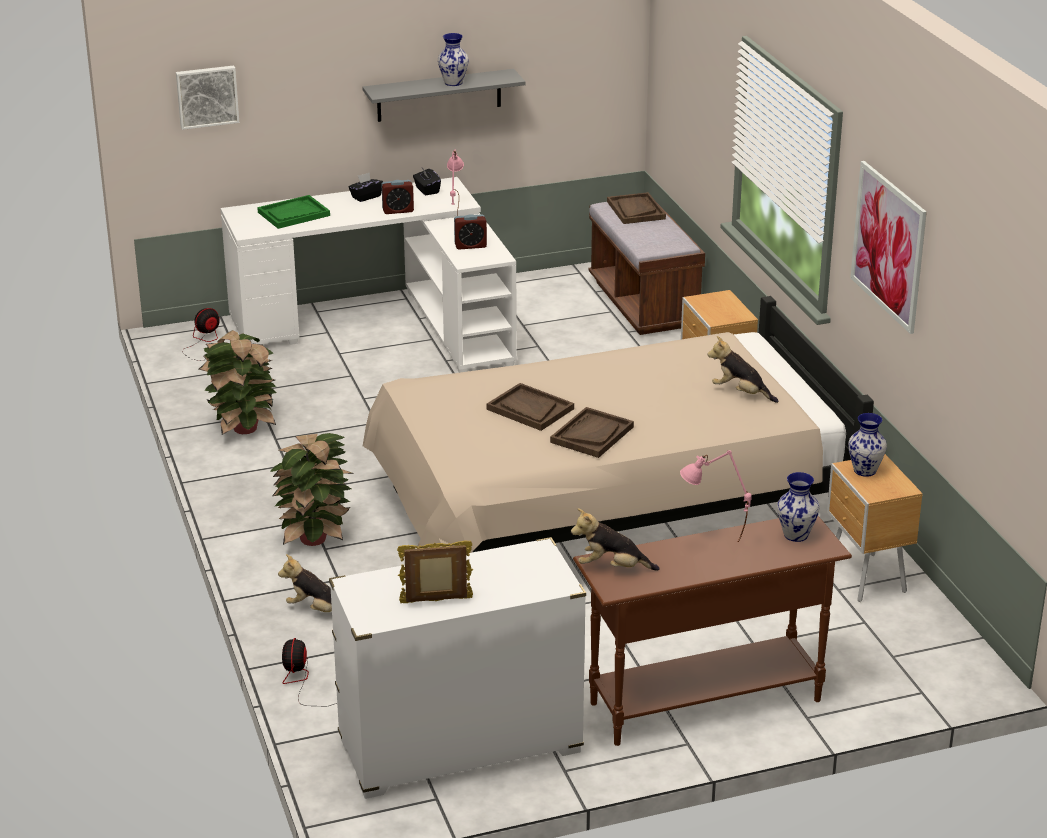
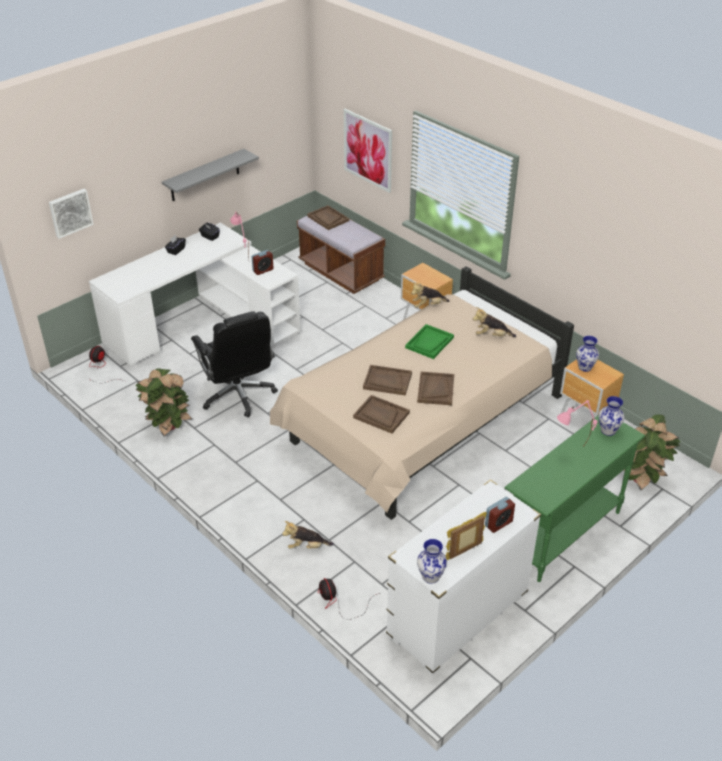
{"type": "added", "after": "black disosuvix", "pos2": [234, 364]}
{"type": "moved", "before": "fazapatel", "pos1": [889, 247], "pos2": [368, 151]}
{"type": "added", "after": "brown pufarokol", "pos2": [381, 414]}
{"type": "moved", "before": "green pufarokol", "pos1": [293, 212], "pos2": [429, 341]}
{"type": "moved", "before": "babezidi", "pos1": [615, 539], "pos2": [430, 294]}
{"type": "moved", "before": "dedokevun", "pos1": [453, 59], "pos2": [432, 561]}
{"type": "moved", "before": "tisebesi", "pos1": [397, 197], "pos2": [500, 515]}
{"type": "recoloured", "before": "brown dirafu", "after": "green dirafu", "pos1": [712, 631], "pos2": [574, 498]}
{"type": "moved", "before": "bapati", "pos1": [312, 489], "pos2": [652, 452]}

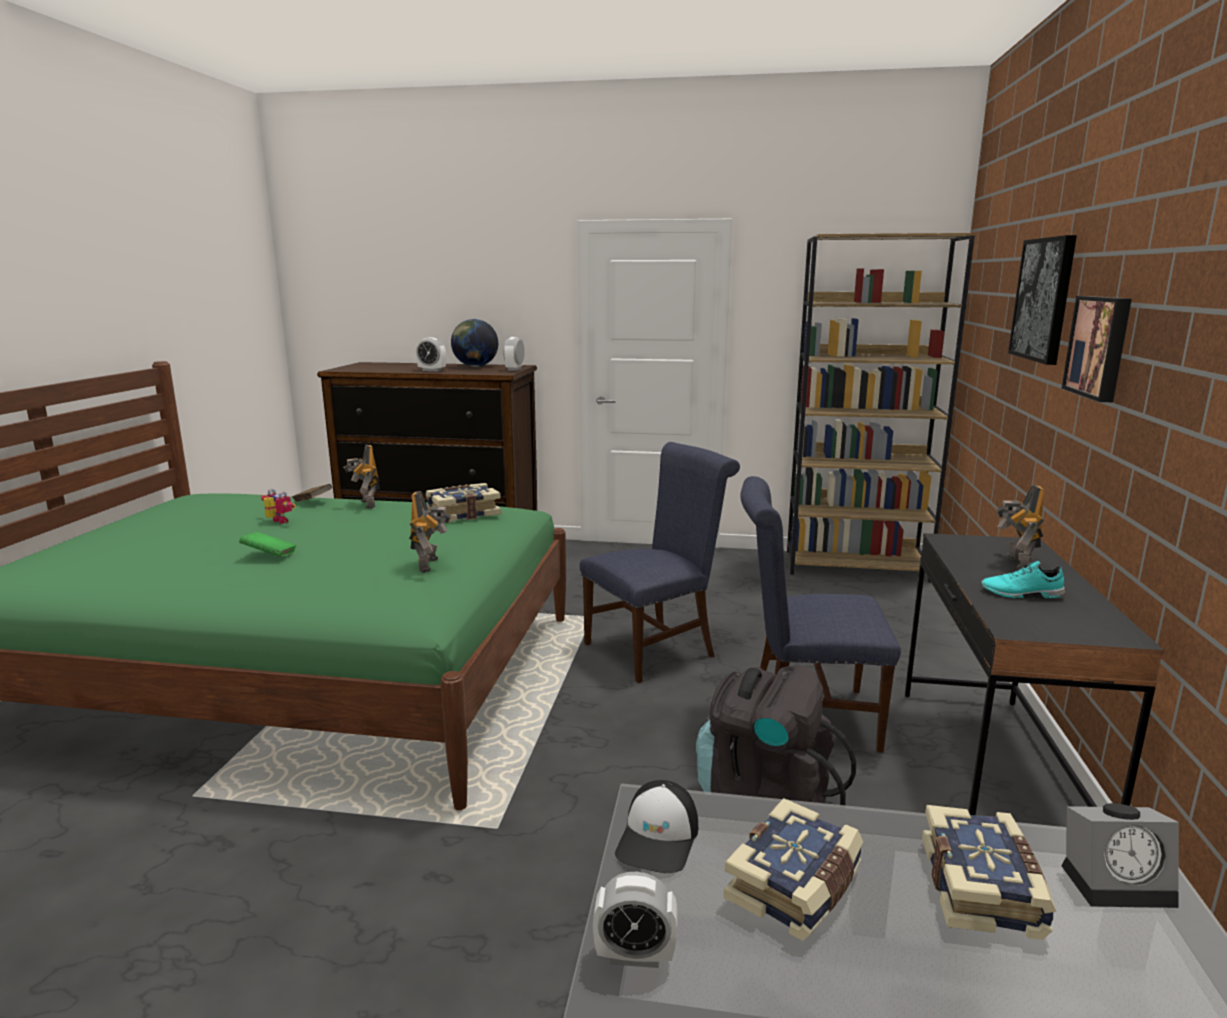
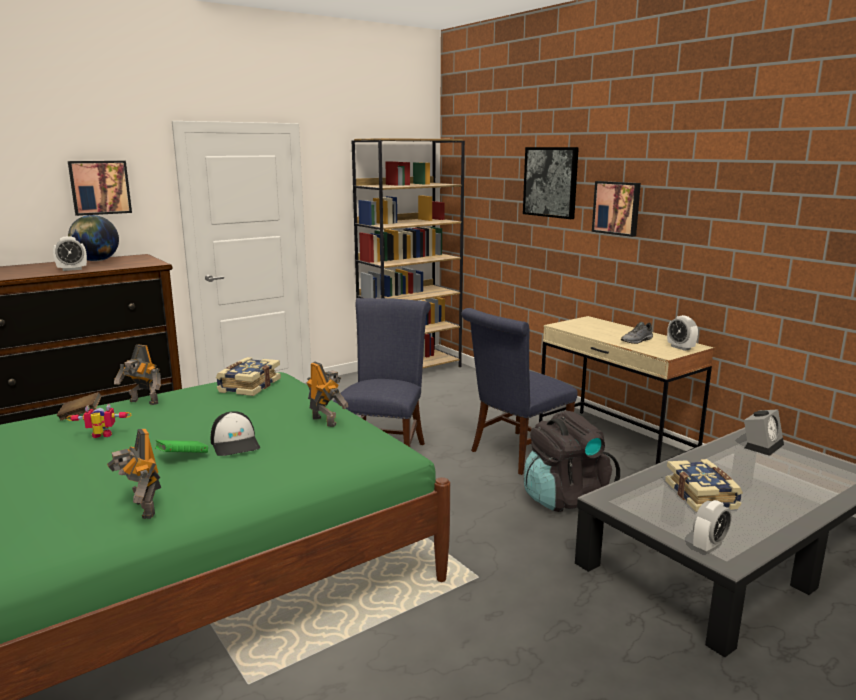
{"type": "added", "after": "fazapatel", "pos2": [100, 188]}
{"type": "moved", "before": "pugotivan", "pos1": [1020, 527], "pos2": [134, 474]}
{"type": "moved", "before": "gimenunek", "pos1": [656, 826], "pos2": [235, 433]}
{"type": "recoloured", "before": "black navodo", "after": "beige navodo", "pos1": [1034, 674], "pos2": [626, 390]}
{"type": "recoloured", "before": "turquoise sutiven", "after": "grey sutiven", "pos1": [1023, 580], "pos2": [637, 333]}
{"type": "moved", "before": "tisebesi", "pos1": [514, 354], "pos2": [682, 333]}
{"type": "removed", "before": "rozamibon", "pos1": [989, 872]}

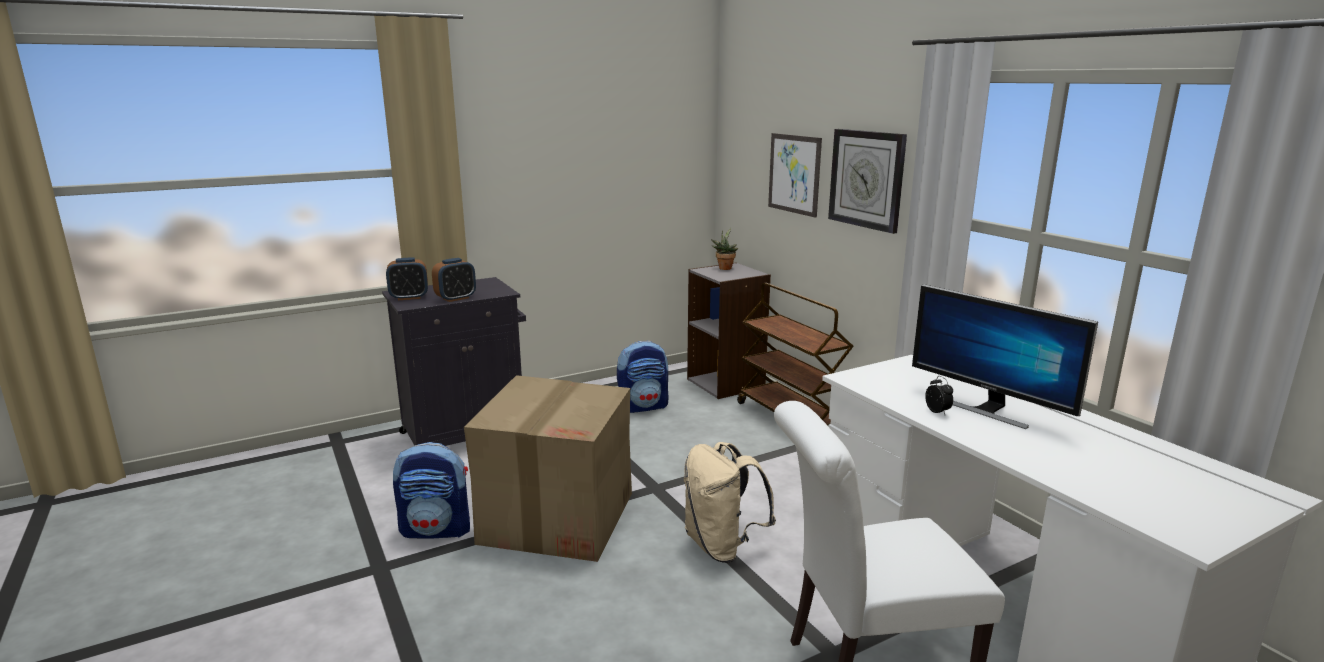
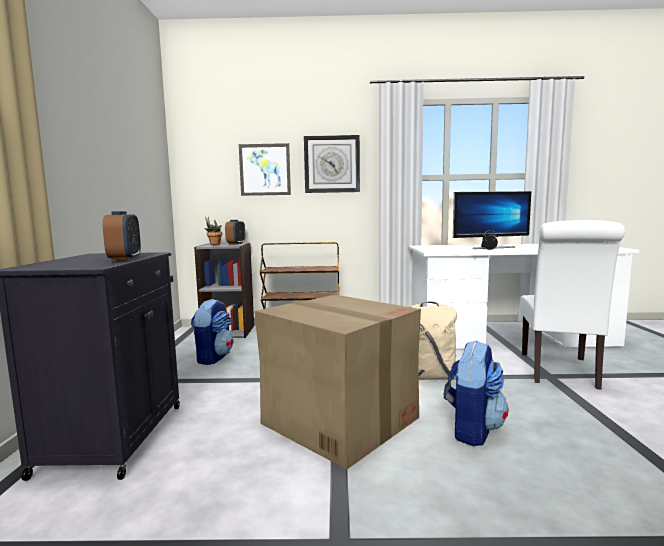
{"type": "moved", "before": "tisebesi", "pos1": [407, 279], "pos2": [235, 232]}
{"type": "moved", "before": "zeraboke", "pos1": [431, 490], "pos2": [476, 393]}

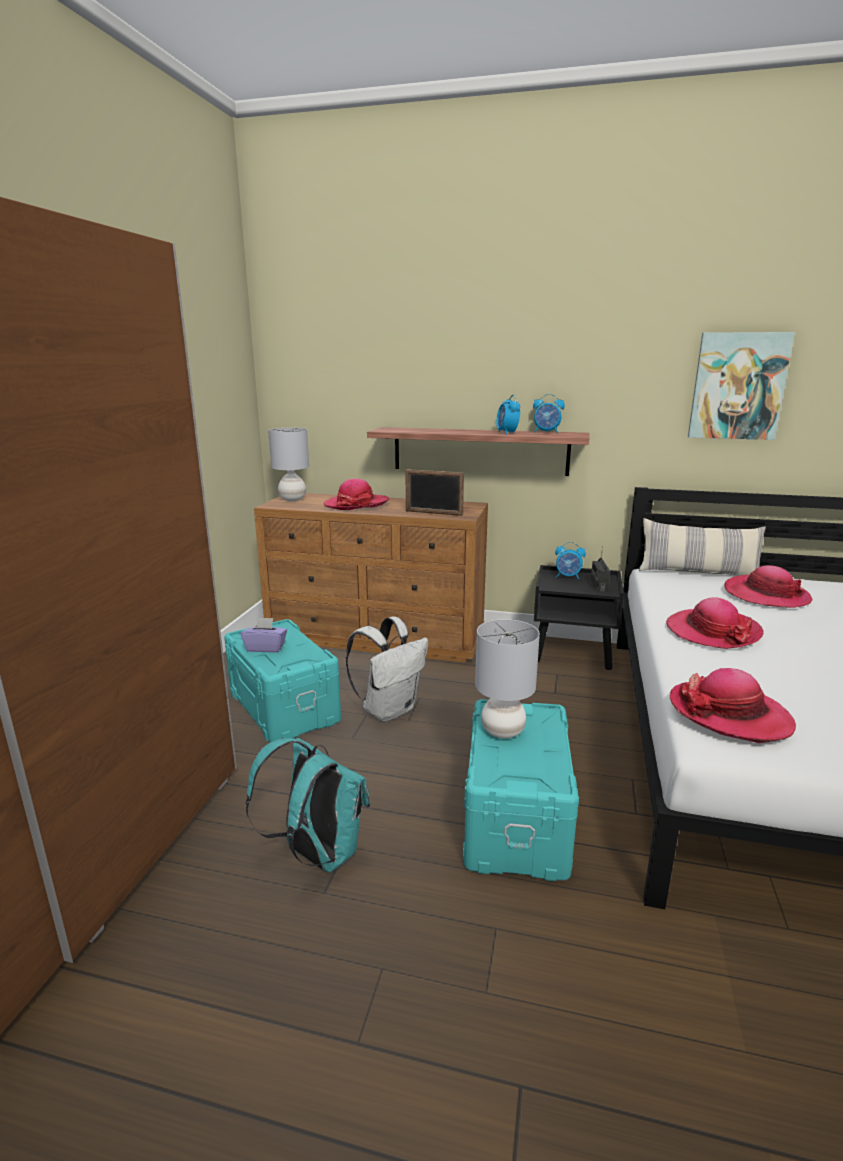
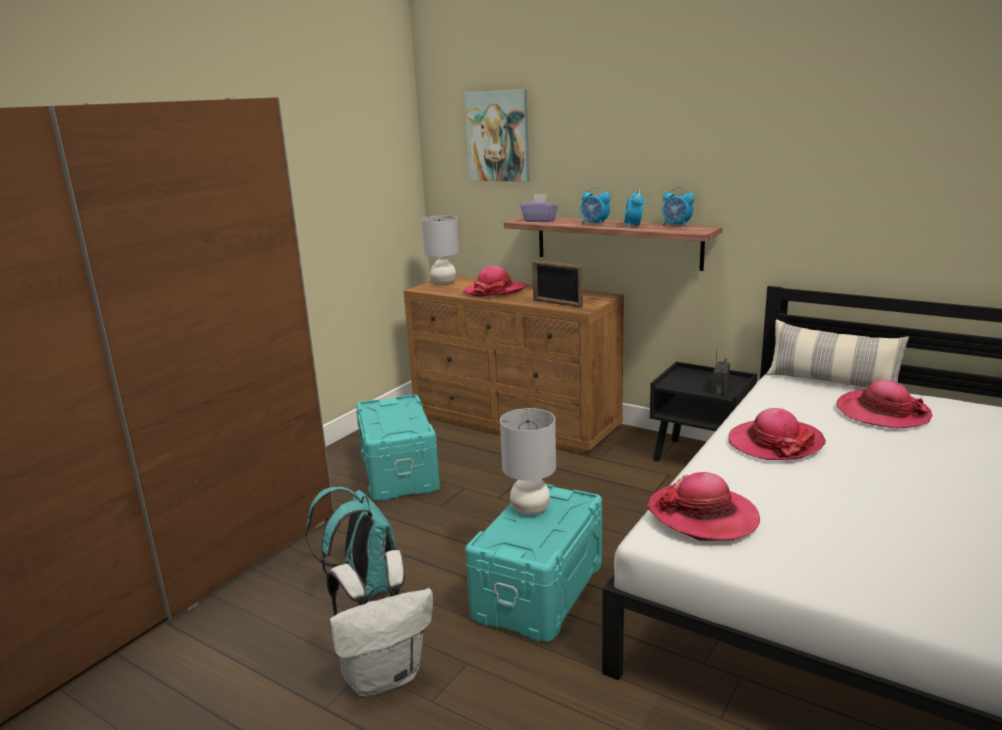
{"type": "moved", "before": "white zeraboke", "pos1": [387, 669], "pos2": [380, 623]}
{"type": "moved", "before": "fazapatel", "pos1": [741, 386], "pos2": [496, 135]}
{"type": "moved", "before": "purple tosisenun", "pos1": [264, 635], "pos2": [539, 208]}
{"type": "moved", "before": "tisebesi", "pos1": [570, 560], "pos2": [596, 205]}

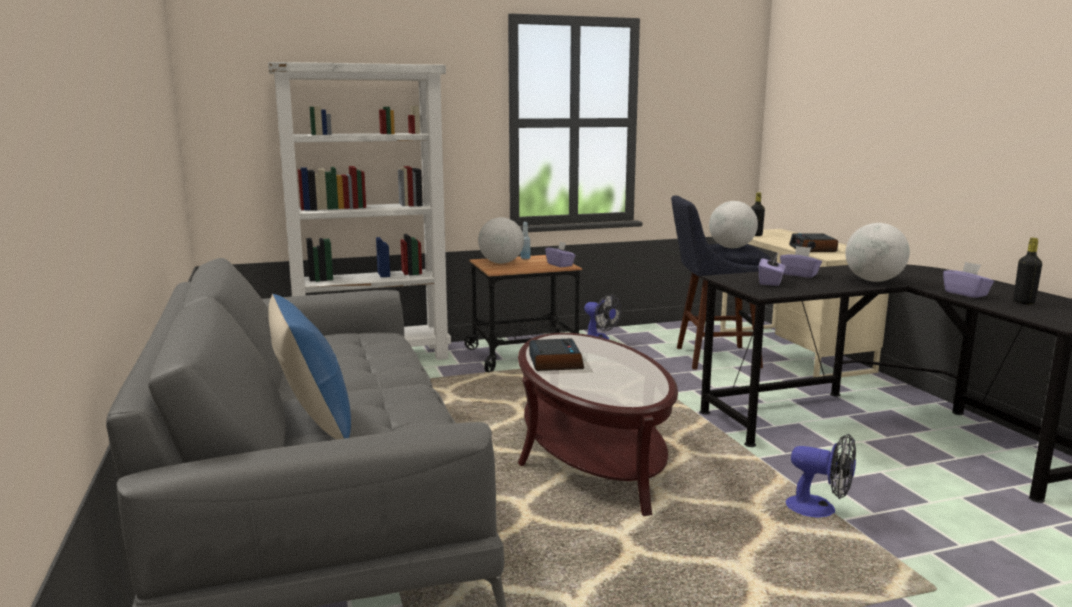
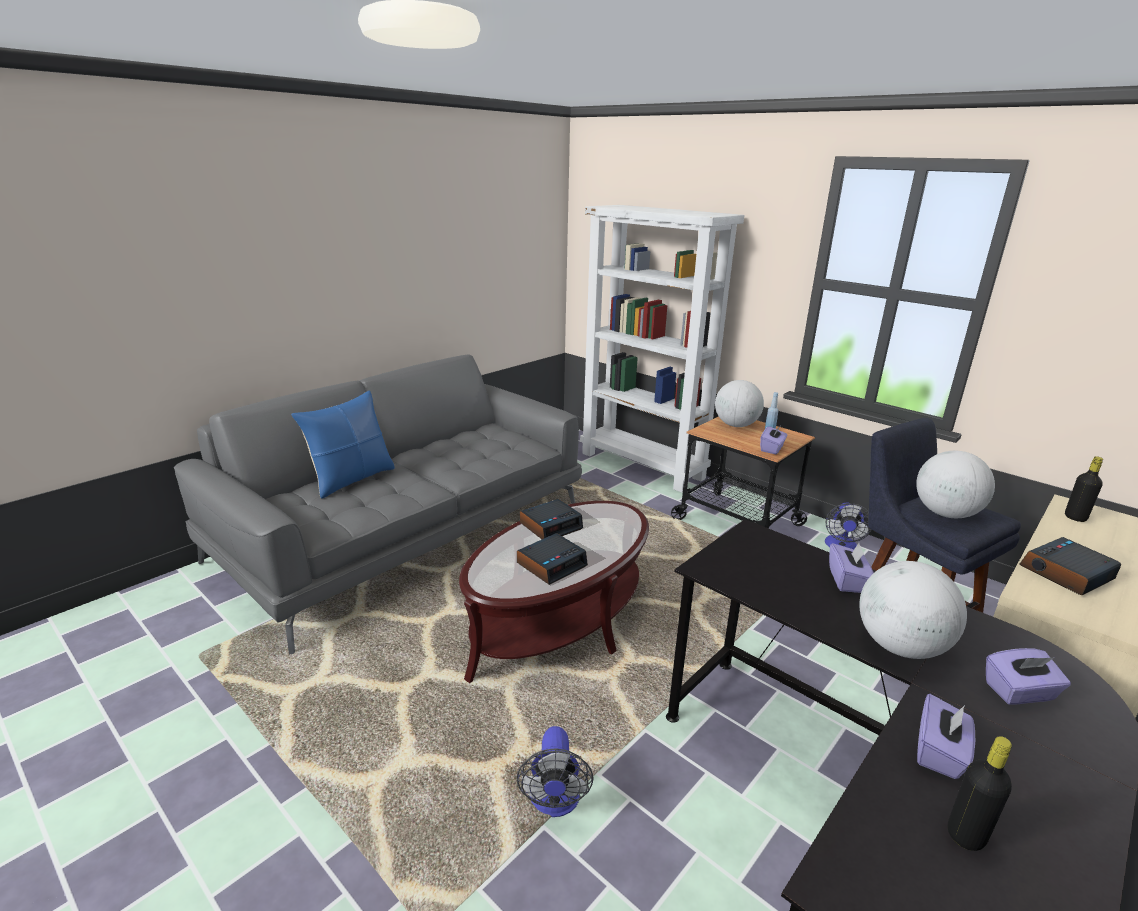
{"type": "added", "after": "tisebesi", "pos2": [552, 559]}
{"type": "moved", "before": "purple tosisenun", "pos1": [772, 270], "pos2": [1028, 676]}

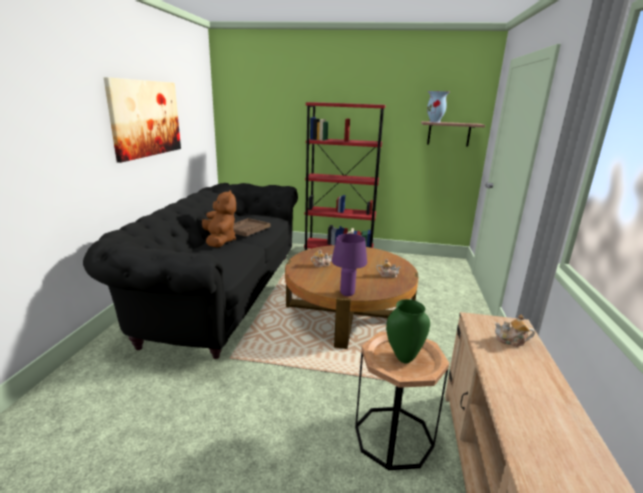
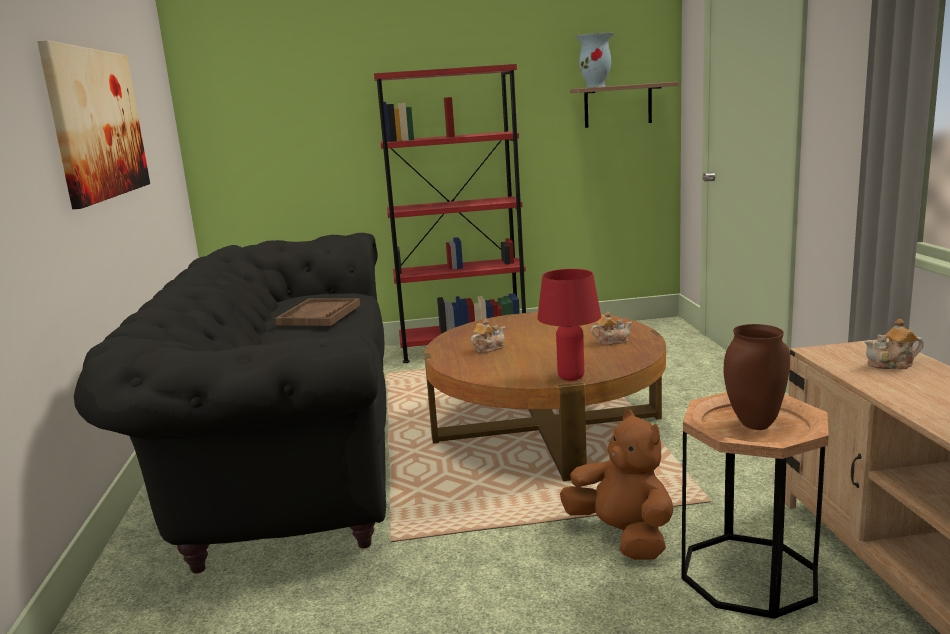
{"type": "recoloured", "before": "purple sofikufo", "after": "red sofikufo", "pos1": [349, 265], "pos2": [569, 325]}
{"type": "moved", "before": "brown babezidi", "pos1": [219, 218], "pos2": [617, 485]}
{"type": "recoloured", "before": "green dedokevun", "after": "brown dedokevun", "pos1": [408, 331], "pos2": [757, 377]}

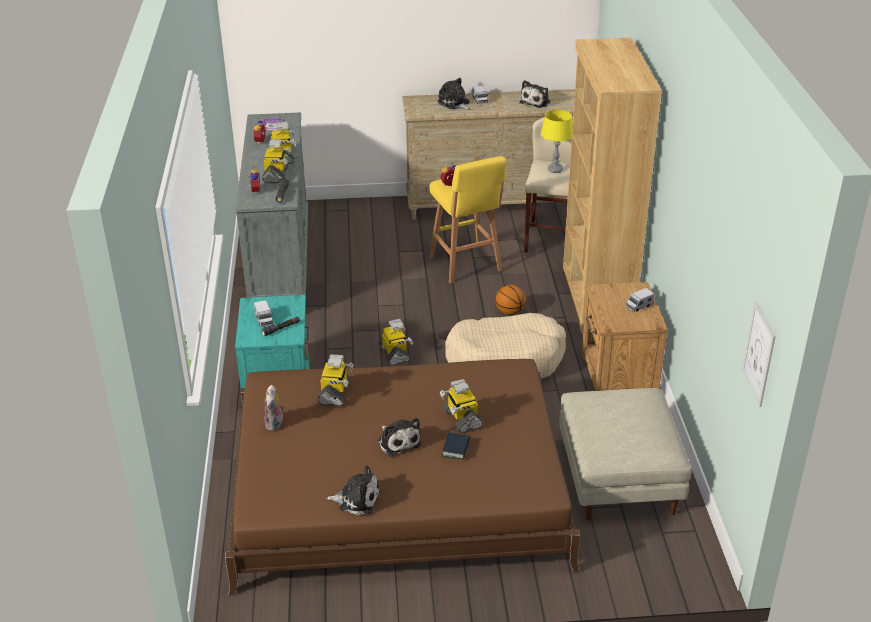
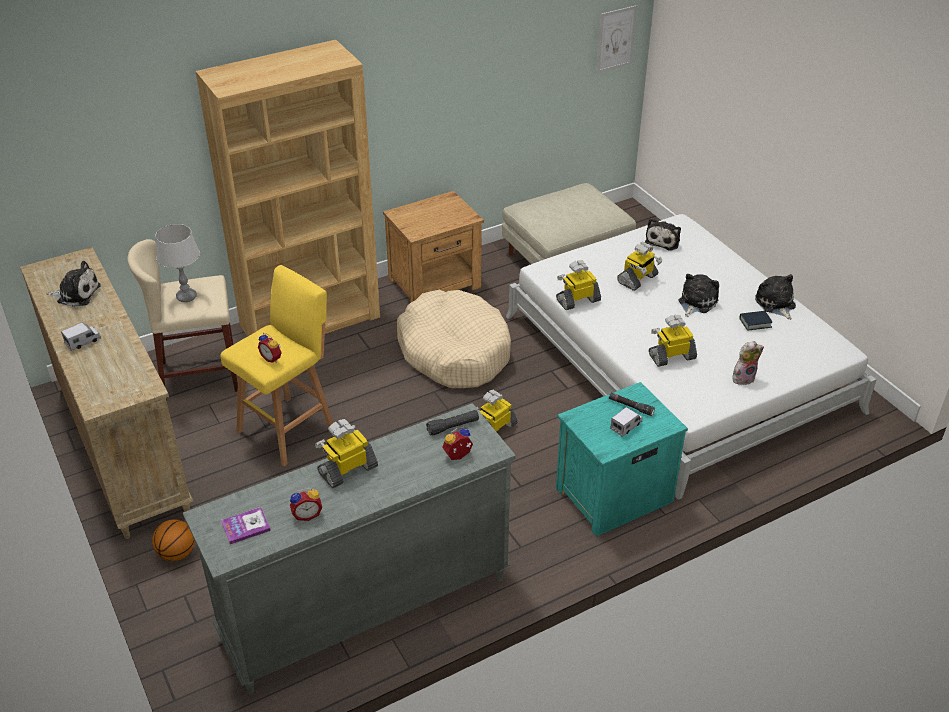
{"type": "moved", "before": "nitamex", "pos1": [511, 300], "pos2": [173, 540]}
{"type": "recoloured", "before": "yellow sofikufo", "after": "grey sofikufo", "pos1": [557, 141], "pos2": [178, 263]}
{"type": "recoloured", "before": "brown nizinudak", "after": "white nizinudak", "pos1": [402, 477], "pos2": [691, 357]}
{"type": "moved", "before": "pugotivan", "pos1": [276, 161], "pos2": [578, 285]}
{"type": "moved", "before": "babezidi", "pos1": [454, 94], "pos2": [663, 234]}
{"type": "moved", "before": "rozamibon", "pos1": [456, 446], "pos2": [756, 321]}
{"type": "removed", "before": "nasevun", "pos1": [640, 300]}

